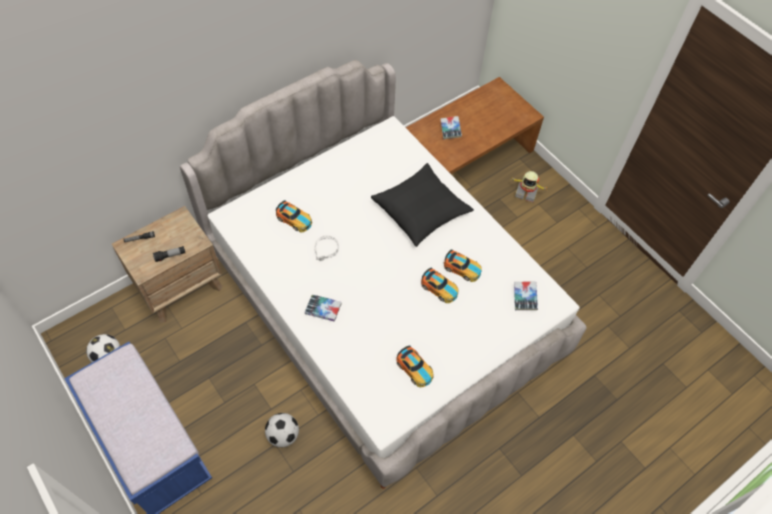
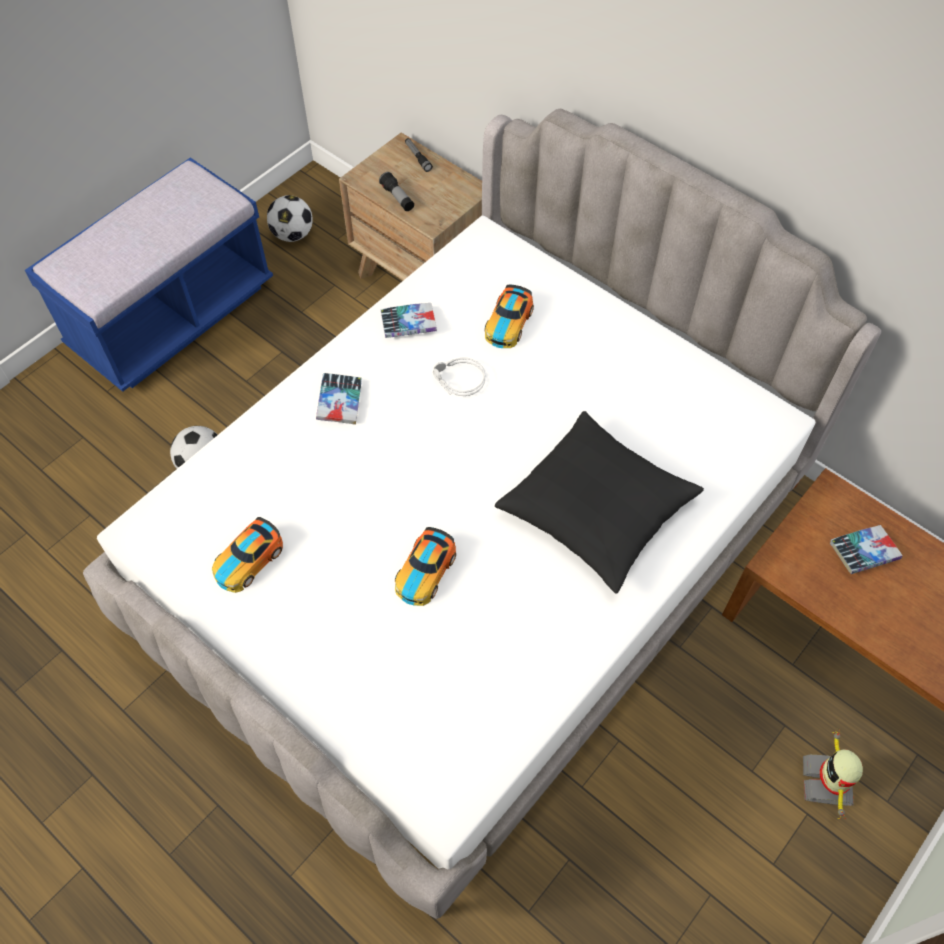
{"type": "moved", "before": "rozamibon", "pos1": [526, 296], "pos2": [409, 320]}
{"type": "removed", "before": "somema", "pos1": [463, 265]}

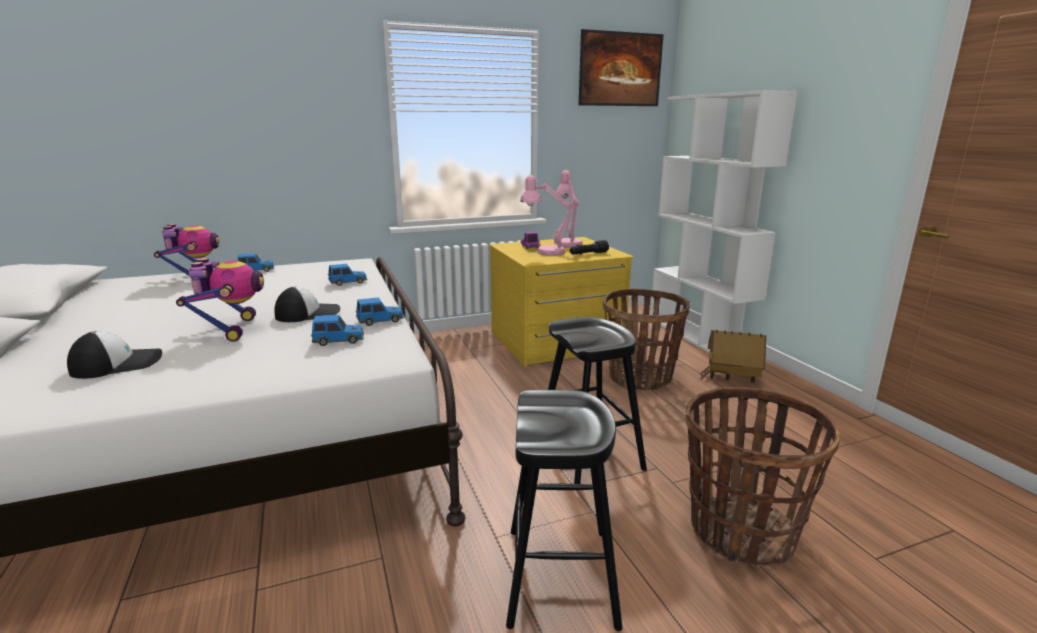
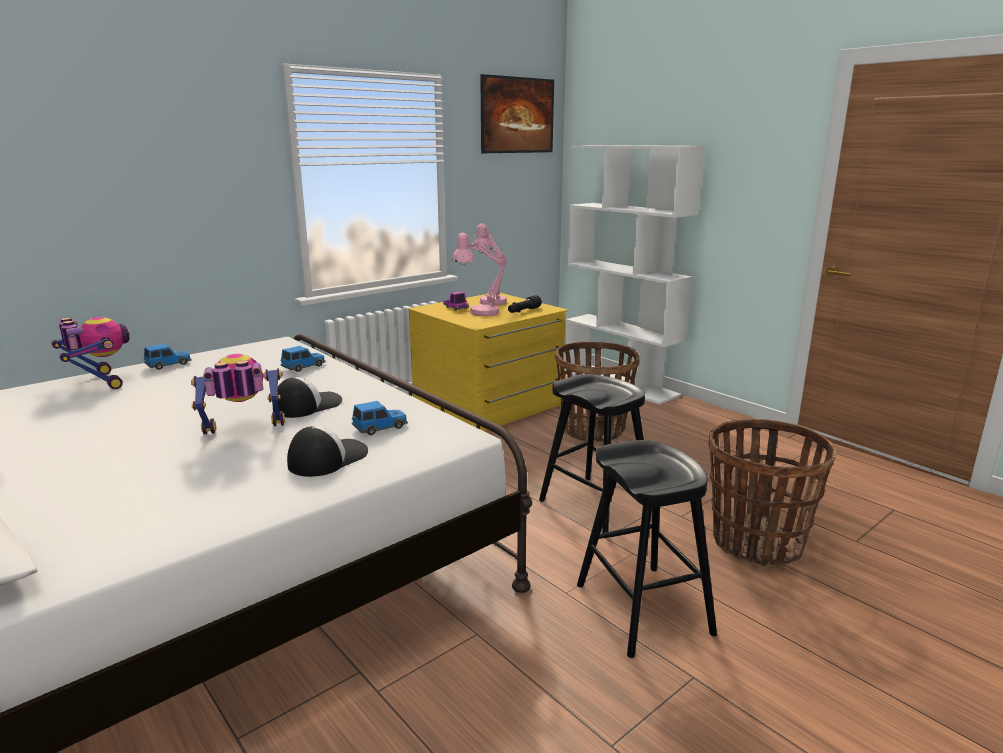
{"type": "turned", "before": "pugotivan", "pos1": [220, 300], "pos2": [238, 394], "turn": -75}
{"type": "moved", "before": "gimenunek", "pos1": [114, 355], "pos2": [327, 451]}
{"type": "removed", "before": "somema", "pos1": [380, 311]}
{"type": "removed", "before": "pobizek", "pos1": [733, 356]}

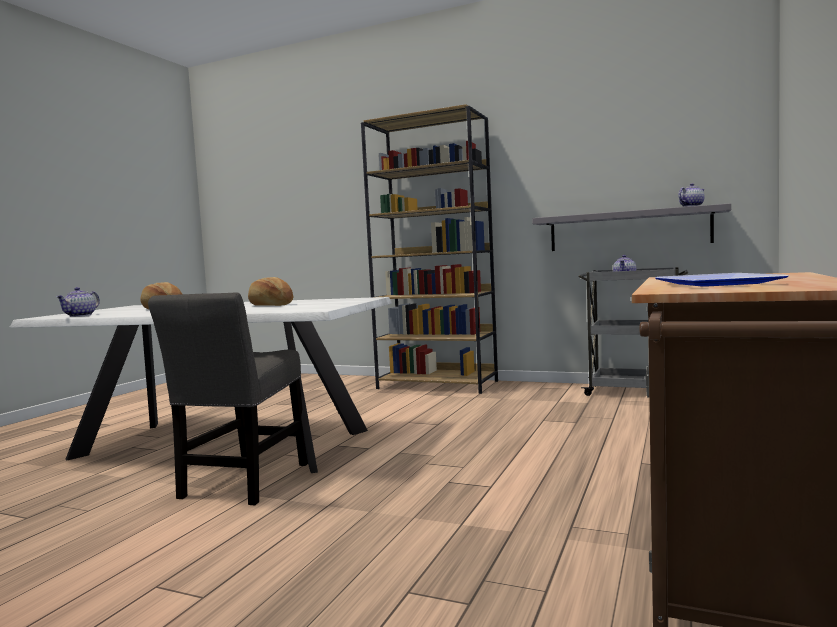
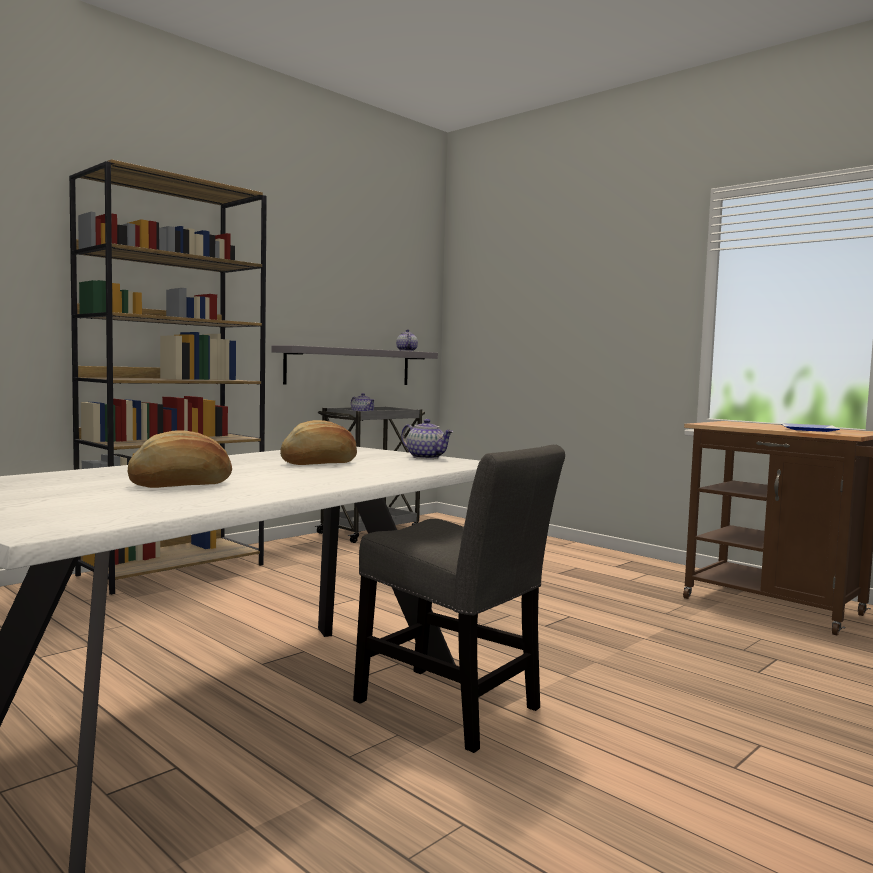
{"type": "moved", "before": "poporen", "pos1": [78, 302], "pos2": [427, 439]}

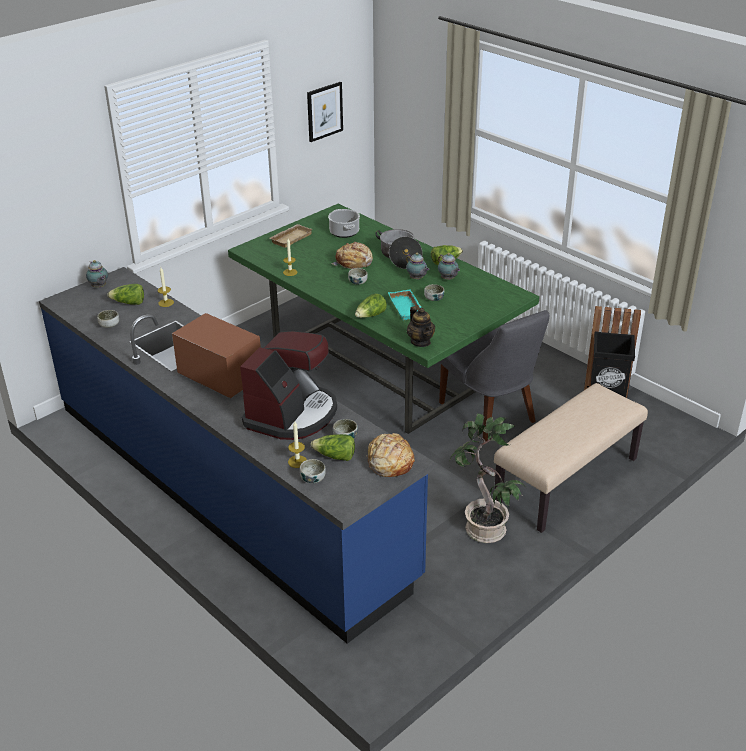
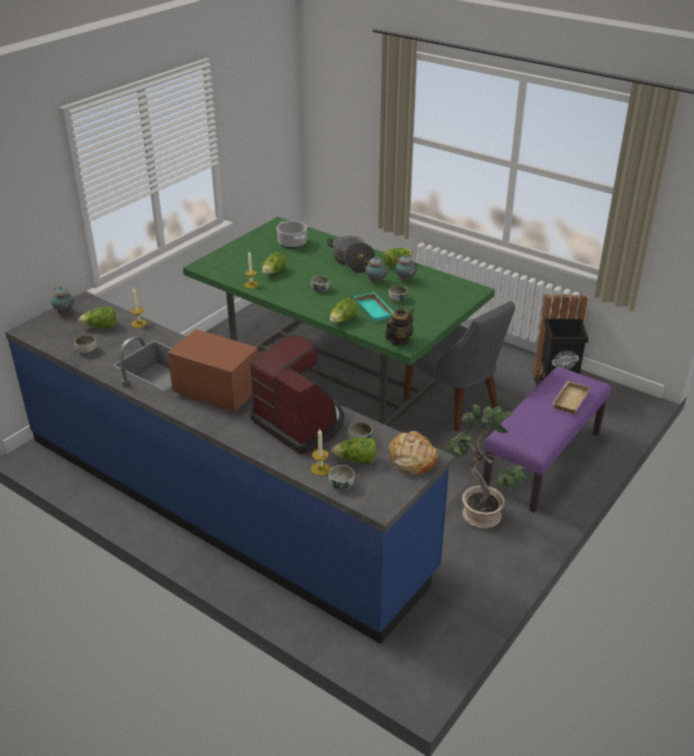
{"type": "turned", "before": "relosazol", "pos1": [288, 385], "pos2": [297, 394], "turn": -60}
{"type": "added", "after": "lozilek", "pos2": [274, 263]}
{"type": "turned", "before": "poporen", "pos1": [421, 326], "pos2": [399, 326], "turn": -105}
{"type": "recoloured", "before": "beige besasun", "after": "purple besasun", "pos1": [571, 458], "pos2": [547, 439]}
{"type": "moved", "before": "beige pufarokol", "pos1": [291, 236], "pos2": [571, 397]}
{"type": "removed", "before": "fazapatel", "pos1": [325, 112]}
{"type": "removed", "before": "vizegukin", "pos1": [352, 255]}

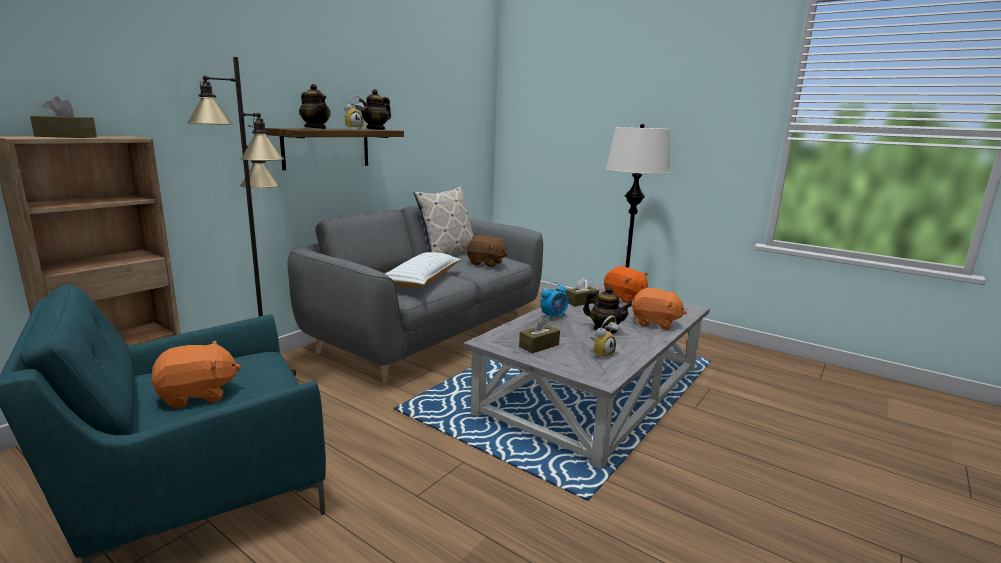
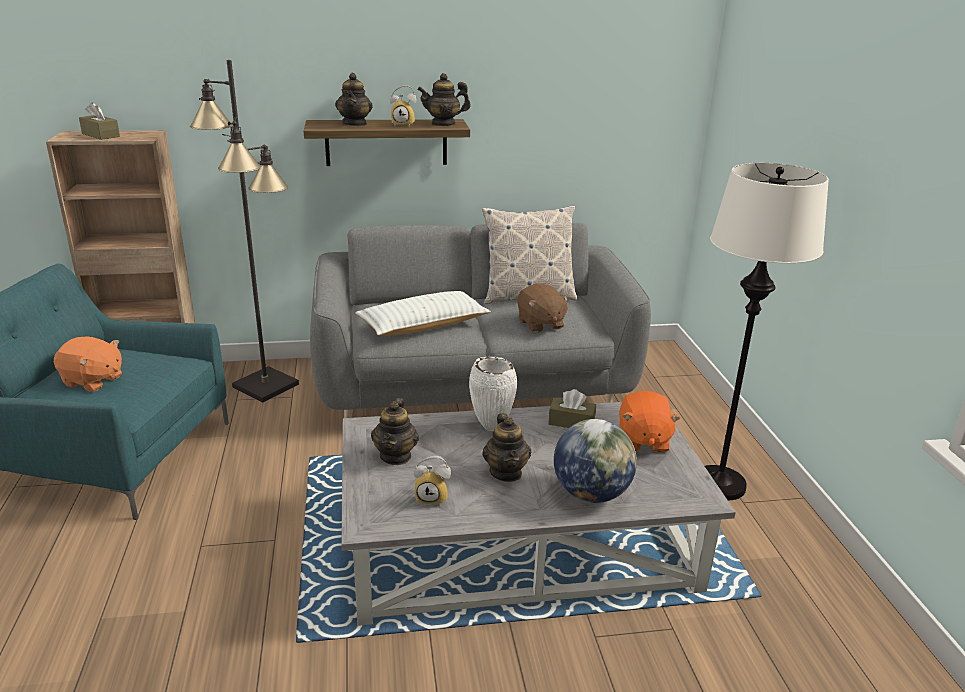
{"type": "replaced", "before": "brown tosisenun", "after": "poporen", "pos1": [539, 335], "pos2": [395, 431]}
{"type": "replaced", "before": "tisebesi", "after": "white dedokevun", "pos1": [554, 300], "pos2": [493, 394]}
{"type": "replaced", "before": "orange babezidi", "after": "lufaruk", "pos1": [659, 309], "pos2": [595, 461]}

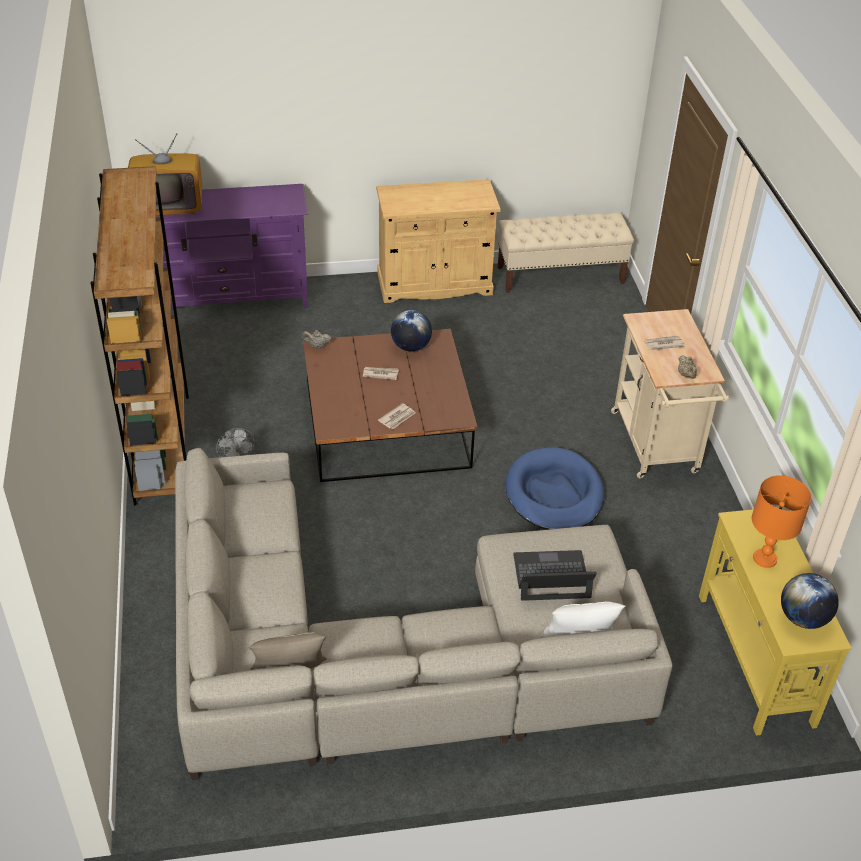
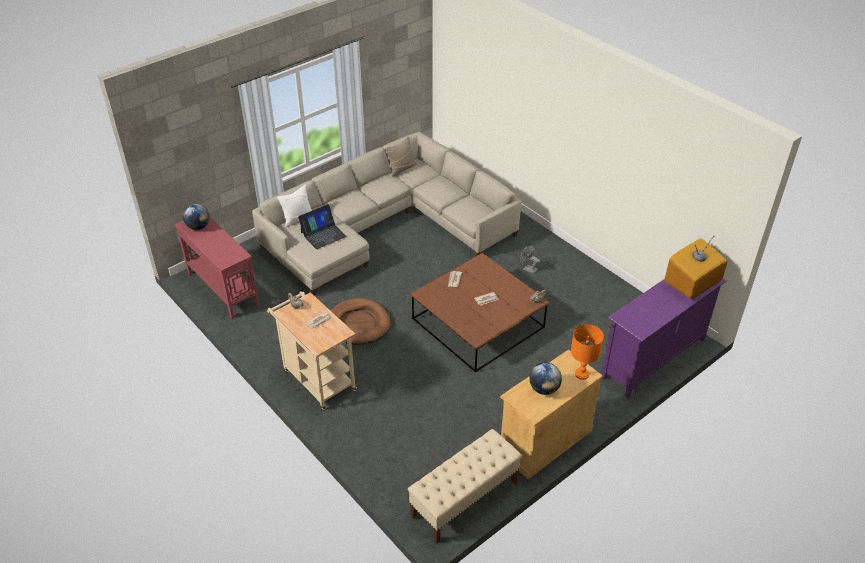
{"type": "recoloured", "before": "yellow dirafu", "after": "red dirafu", "pos1": [775, 621], "pos2": [217, 268]}
{"type": "recoloured", "before": "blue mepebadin", "after": "brown mepebadin", "pos1": [555, 488], "pos2": [361, 321]}
{"type": "moved", "before": "lufaruk", "pos1": [411, 331], "pos2": [545, 378]}
{"type": "moved", "before": "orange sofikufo", "pos1": [781, 521], "pos2": [587, 352]}
{"type": "removed", "before": "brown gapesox", "pos1": [139, 335]}

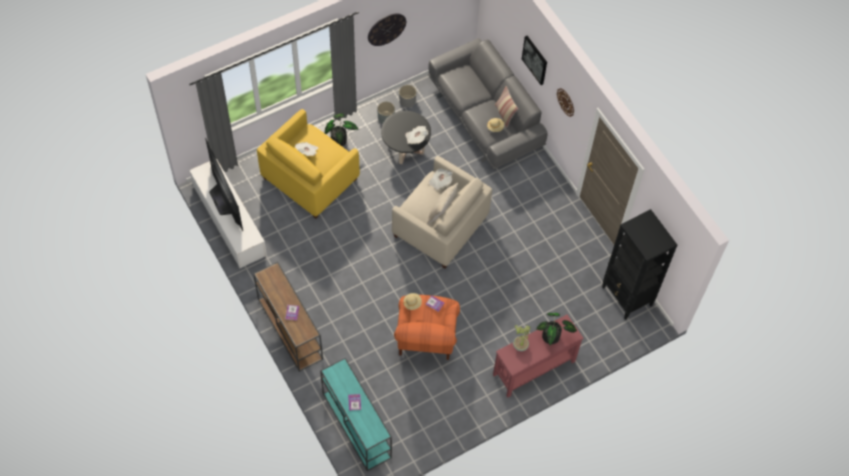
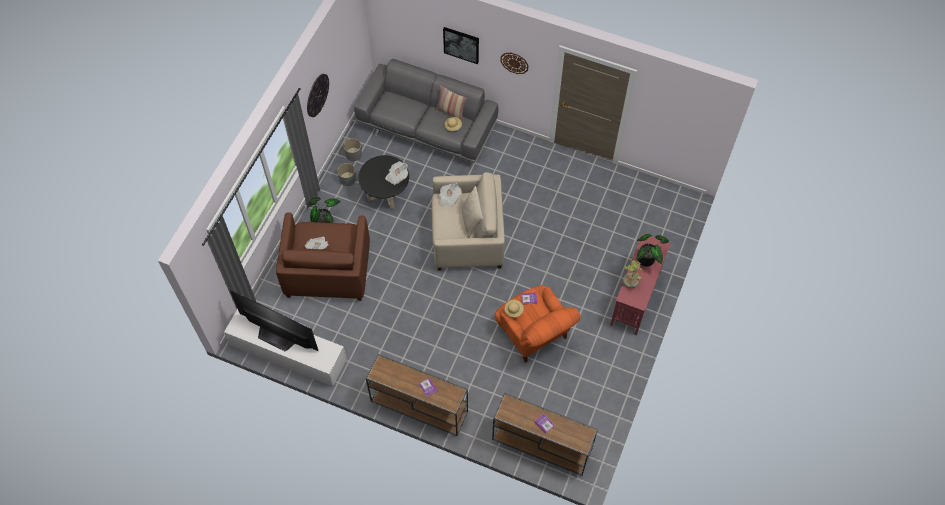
{"type": "recoloured", "before": "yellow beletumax", "after": "brown beletumax", "pos1": [308, 164], "pos2": [323, 256]}
{"type": "recoloured", "before": "turquoise dirafu", "after": "brown dirafu", "pos1": [356, 414], "pos2": [545, 434]}
{"type": "removed", "before": "black gapesox", "pos1": [639, 264]}

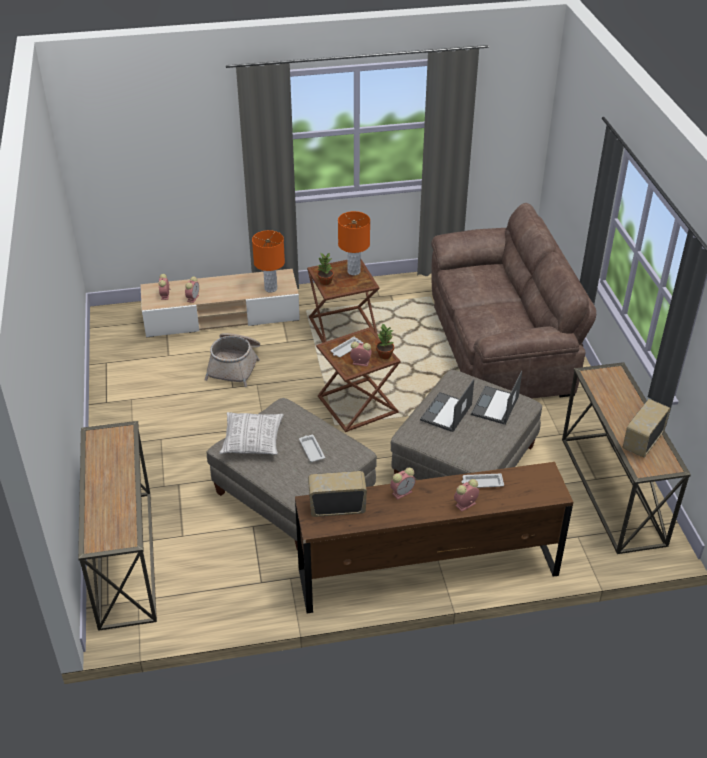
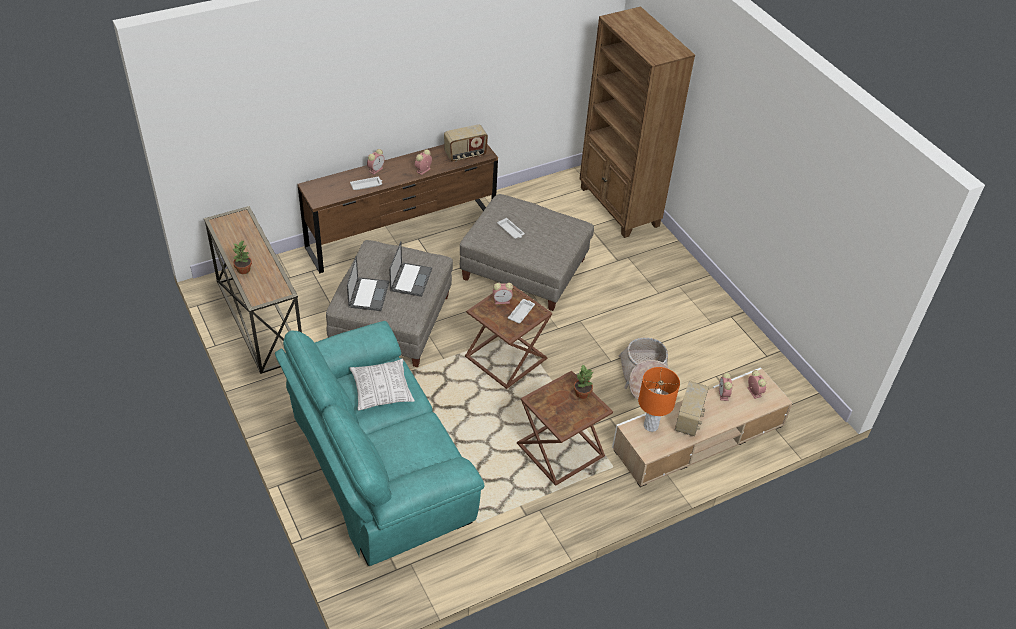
{"type": "moved", "before": "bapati", "pos1": [385, 341], "pos2": [242, 257]}
{"type": "recoloured", "before": "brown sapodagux", "after": "turquoise sapodagux", "pos1": [513, 300], "pos2": [379, 443]}
{"type": "moved", "before": "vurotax", "pos1": [251, 433], "pos2": [382, 384]}
{"type": "replaced", "before": "dirafu", "after": "brown gapesox", "pos1": [117, 526], "pos2": [637, 122]}
{"type": "moved", "before": "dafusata", "pos1": [647, 428], "pos2": [692, 408]}
{"type": "removed", "before": "orange sofikufo", "pos1": [354, 243]}

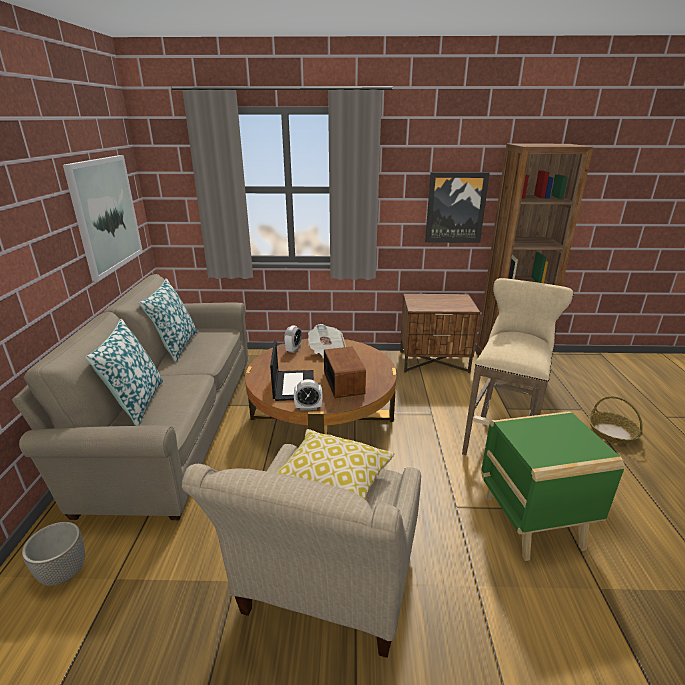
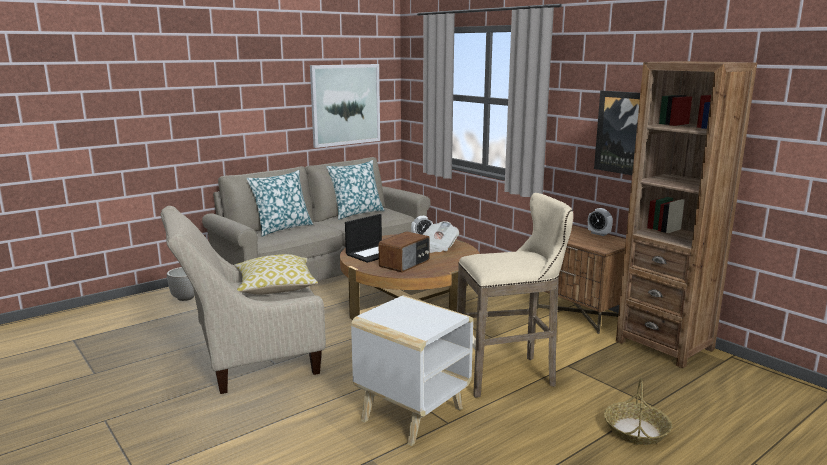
{"type": "recoloured", "before": "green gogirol", "after": "white gogirol", "pos1": [553, 486], "pos2": [412, 370]}
{"type": "moved", "before": "tisebesi", "pos1": [308, 395], "pos2": [600, 222]}

